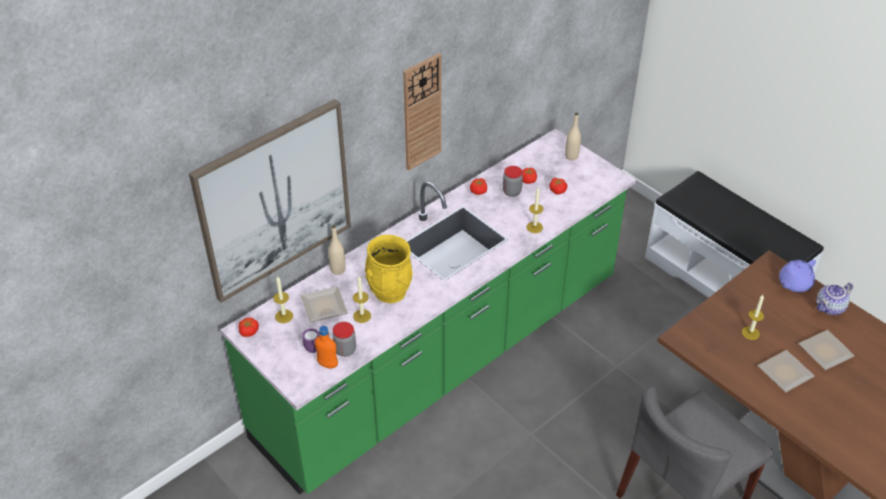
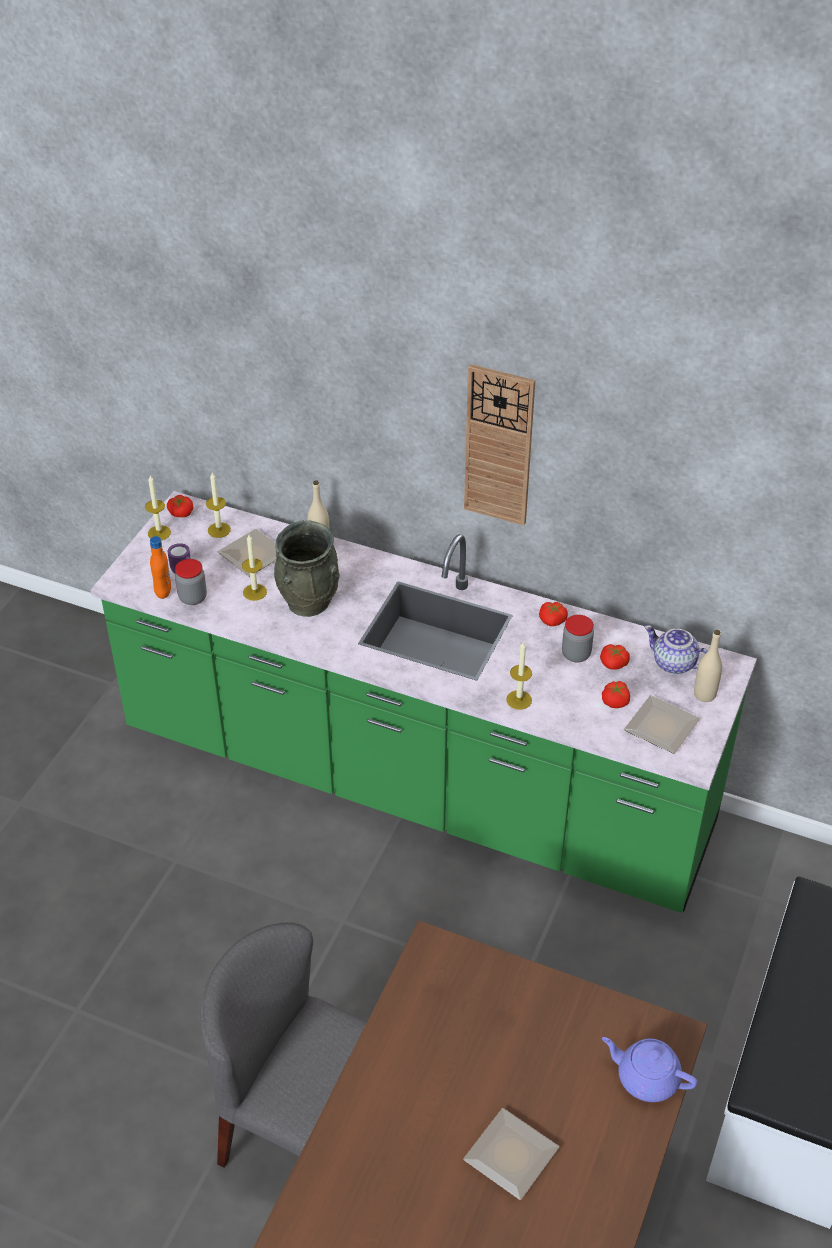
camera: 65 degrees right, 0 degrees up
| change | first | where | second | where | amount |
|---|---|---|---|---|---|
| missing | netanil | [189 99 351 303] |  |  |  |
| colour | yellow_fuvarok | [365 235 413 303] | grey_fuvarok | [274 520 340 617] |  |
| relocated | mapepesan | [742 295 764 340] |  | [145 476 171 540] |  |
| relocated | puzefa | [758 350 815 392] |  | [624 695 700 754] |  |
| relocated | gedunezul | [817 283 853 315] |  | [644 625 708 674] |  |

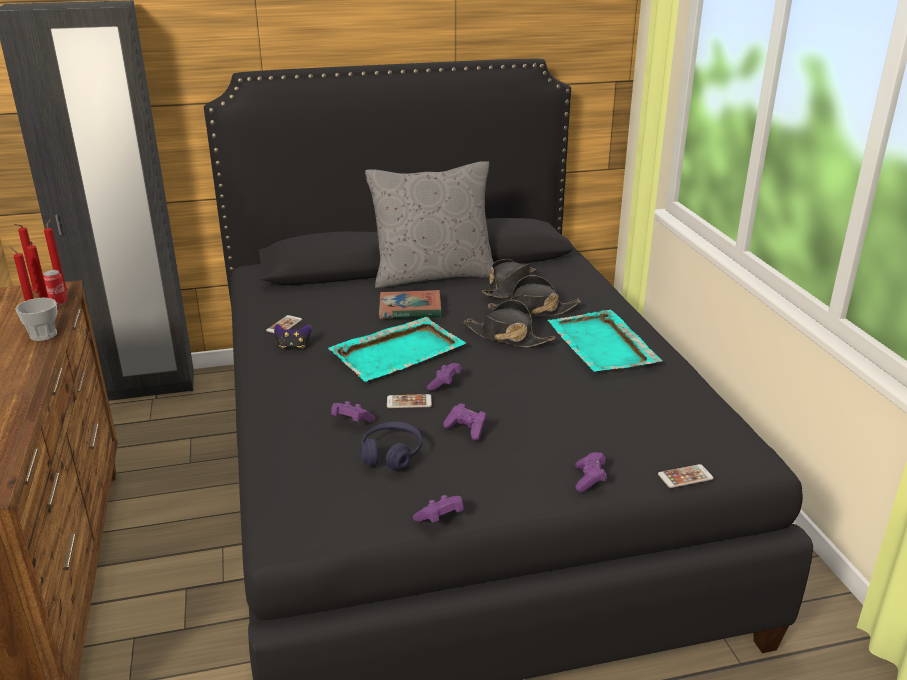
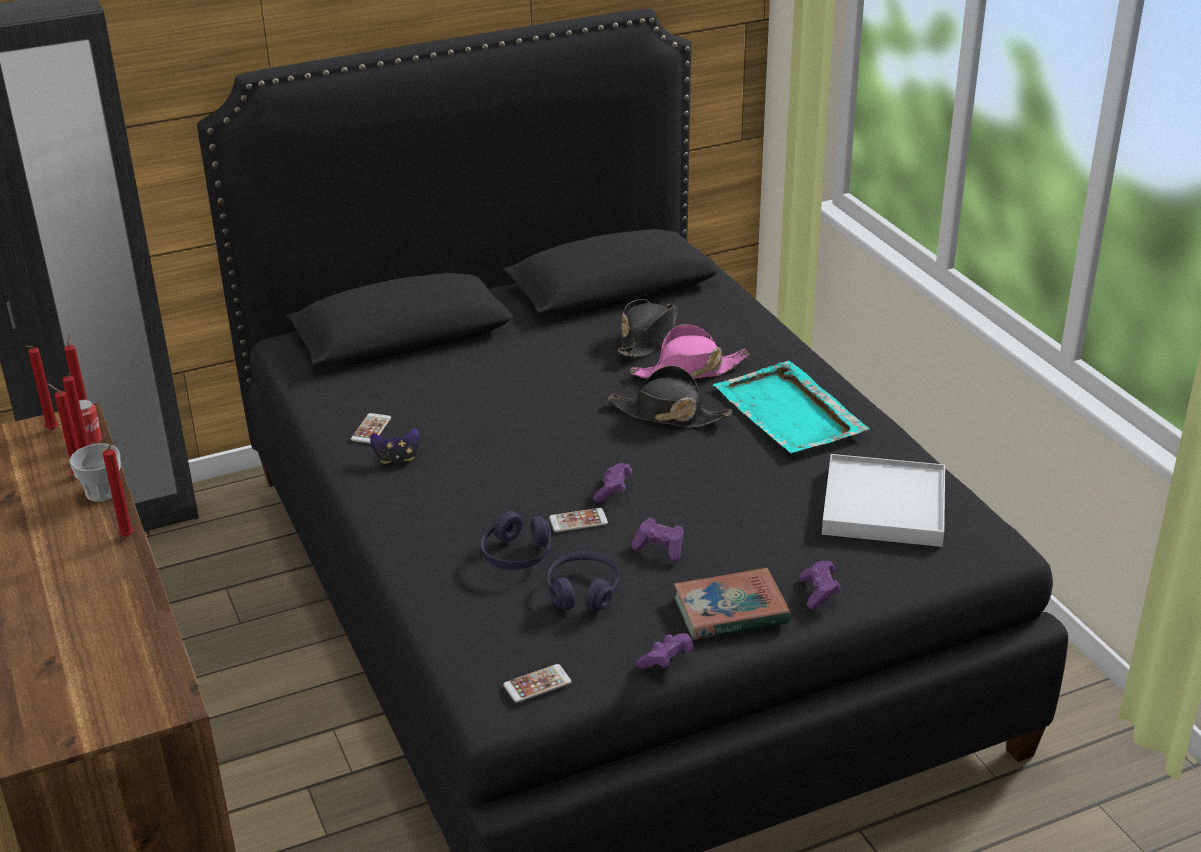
camera: 10 degrees left, 5 degrees up
| change | first | where | second | where | amount |
|---|---|---|---|---|---|
| missing | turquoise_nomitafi | [328 317 466 382] |  |  |  |
| exchanged | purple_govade | [331 401 375 422] | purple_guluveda | [481 511 551 570] |  |
| missing | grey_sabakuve | [365 161 494 288] |  |  |  |
| relocated | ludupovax | [379 290 441 319] |  | [674 568 790 640] |  |
| colour | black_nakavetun | [488 275 581 316] | pink_nakavetun | [630 324 750 379] |  |
| relocated | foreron | [658 464 714 488] |  | [503 664 572 703] |  |
| appeared |  |  | red_mapepesan | [103 439 133 537] |  |
| appeared |  |  | white_nomitafi | [822 454 945 547] |  |

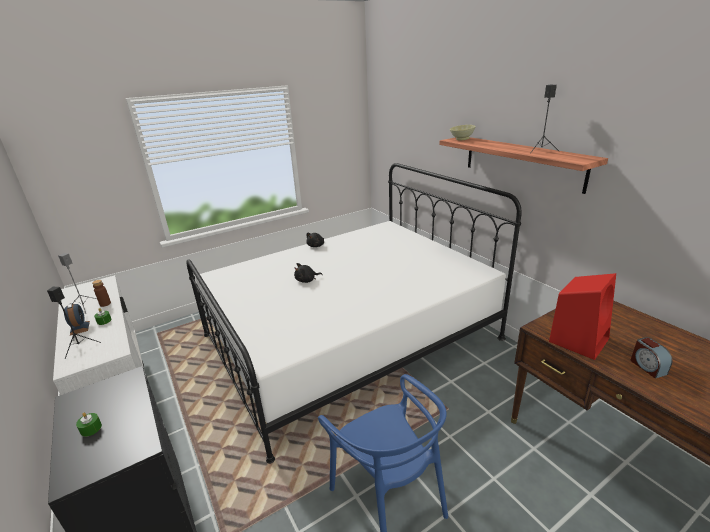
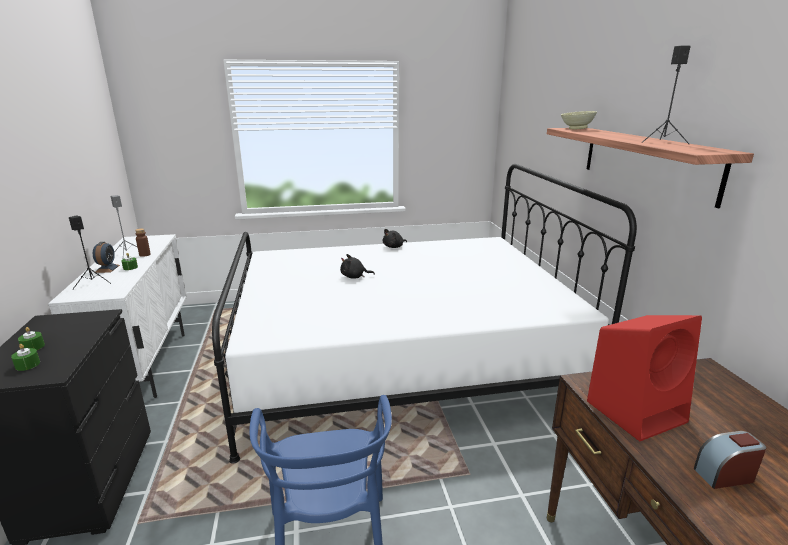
camera: 20 degrees right, 5 degrees down
| change | first | where | second | where | amount |
|---|---|---|---|---|---|
| spun | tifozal | [631 337 672 378] |  | [694 431 766 489] | 75 degrees clockwise |
| appeared |  |  | green_mapepesan | [11 344 40 371] |  |

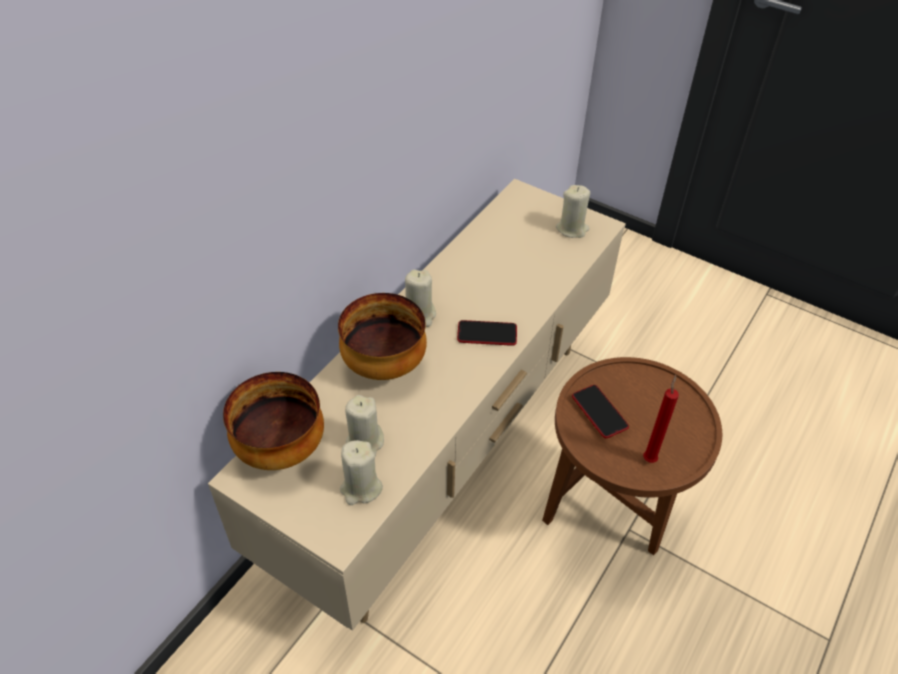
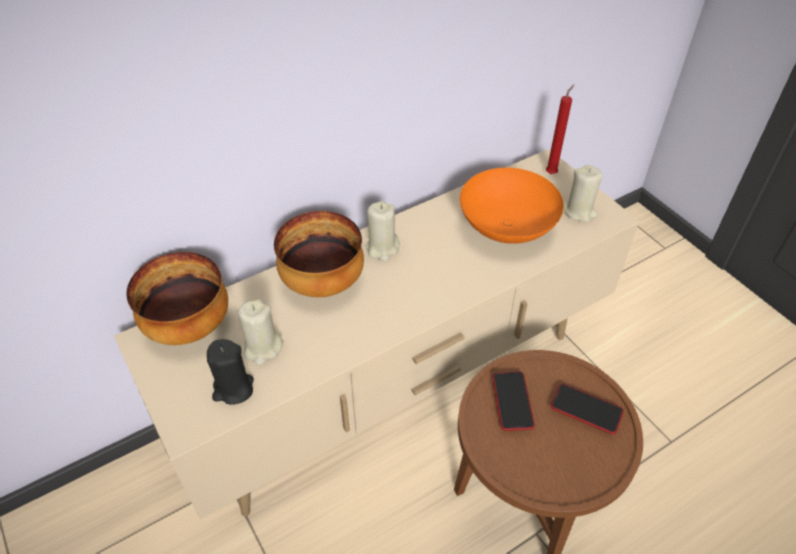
camera: 25 degrees right, 0 degrees up
| change | first | where | second | where | amount |
|---|---|---|---|---|---|
| colour | beige_mapepesan | [340 440 383 505] | black_mapepesan | [207 339 254 405] |  |
| relocated | foreron | [457 320 517 346] |  | [550 384 624 434] |  |
| relocated | red_mapepesan | [643 375 679 463] |  | [546 84 574 174] |  |
| appeared |  |  | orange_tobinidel | [460 168 564 244] |  |

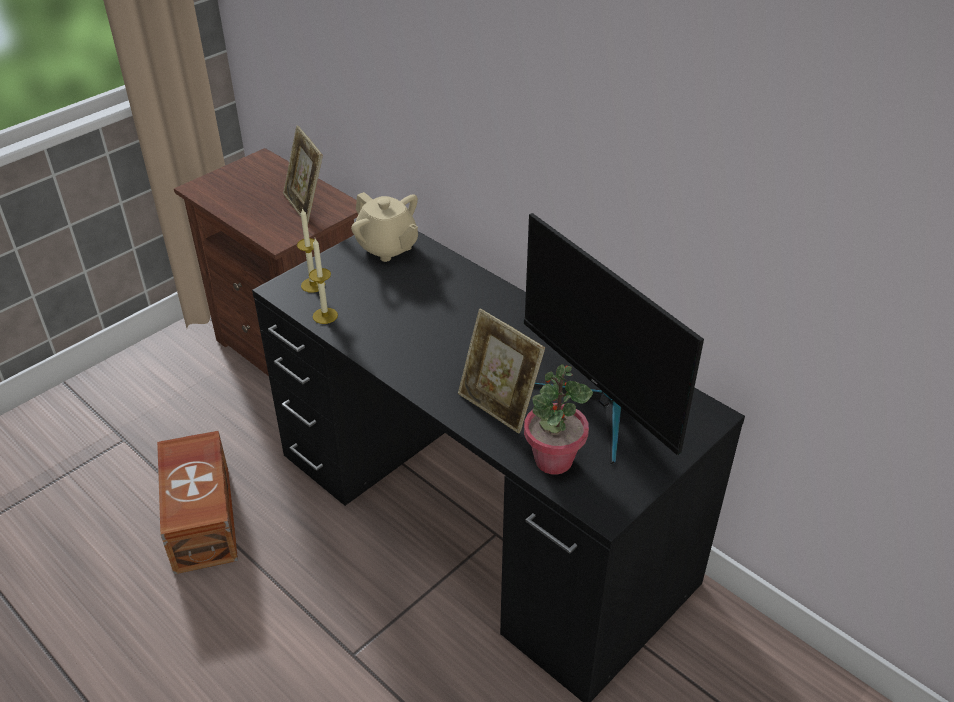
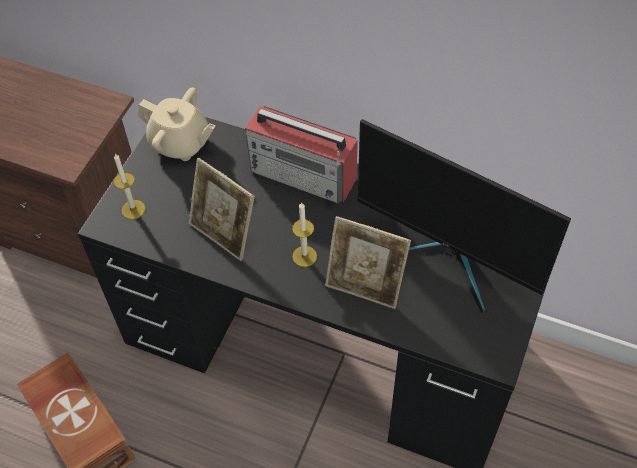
camera: 20 degrees left, 15 degrees up
| change | first | where | second | where | amount |
|---|---|---|---|---|---|
| relocated | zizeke | [283 126 323 224] |  | [189 158 254 261] |  |
| relocated | mapepesan | [309 238 338 324] |  | [292 202 317 267] |  |
| missing | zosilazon | [524 364 593 475] |  |  |  |
| appeared |  |  | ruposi | [245 106 358 203] |  |

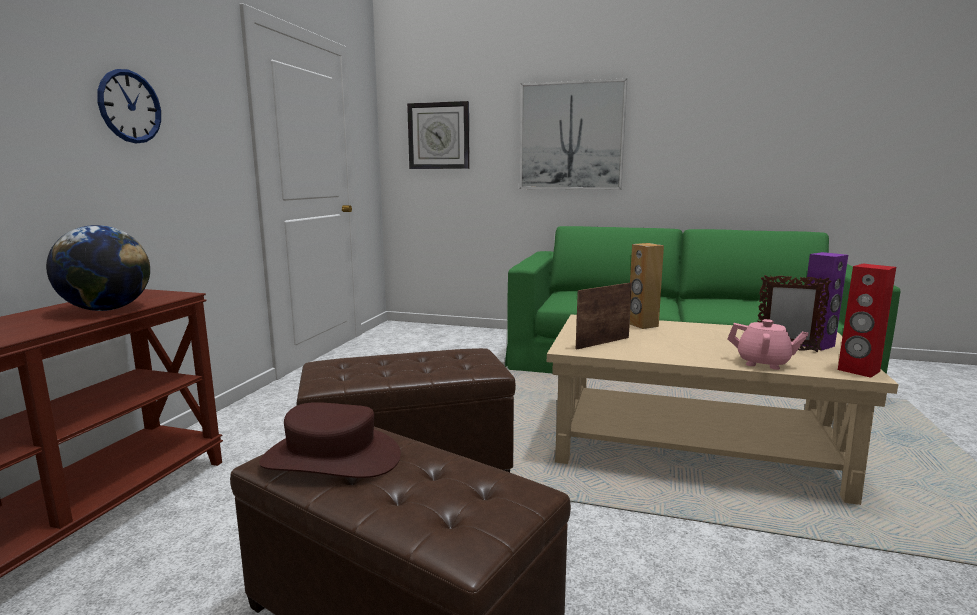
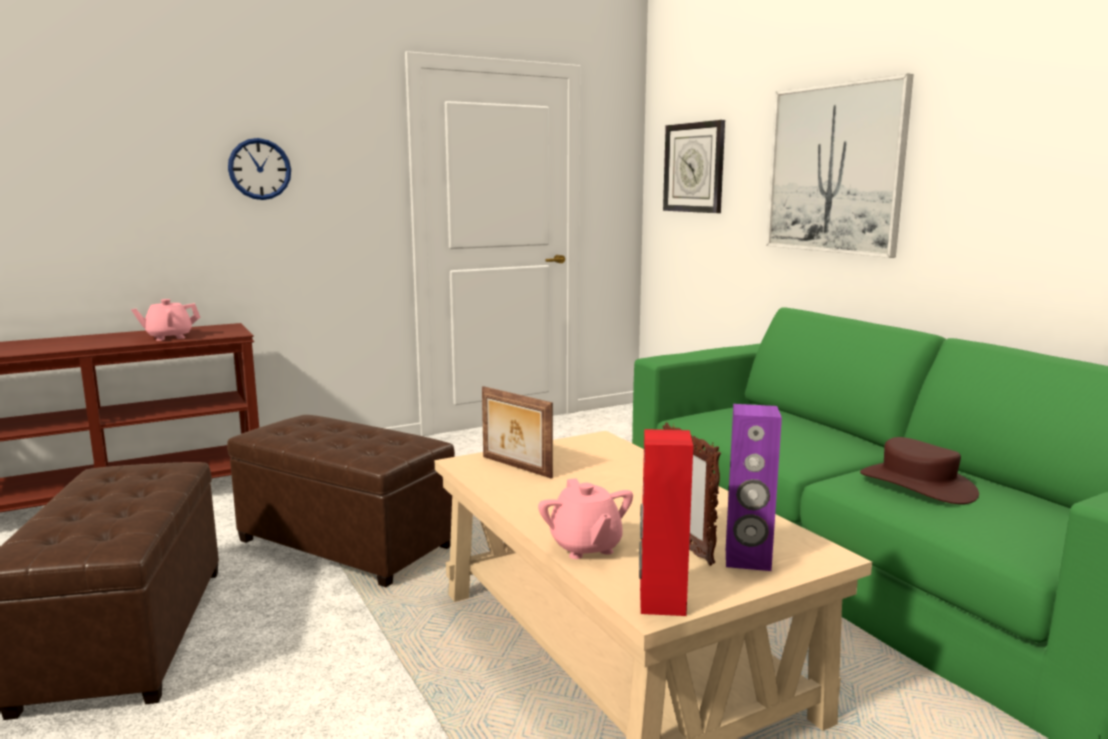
camera: 45 degrees right, 0 degrees up
| change | first | where | second | where | amount |
|---|---|---|---|---|---|
| exchanged | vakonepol | [46 225 150 311] | pink_gedunezul | [131 299 200 341] |  |
| relocated | brown_nakavetun | [259 402 401 478] |  | [860 437 979 504] |  |
| spun | zizeke | [576 282 632 350] |  | [482 386 553 478] | 150 degrees counterclockwise |
| missing | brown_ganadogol | [630 243 664 329] |  |  |  |

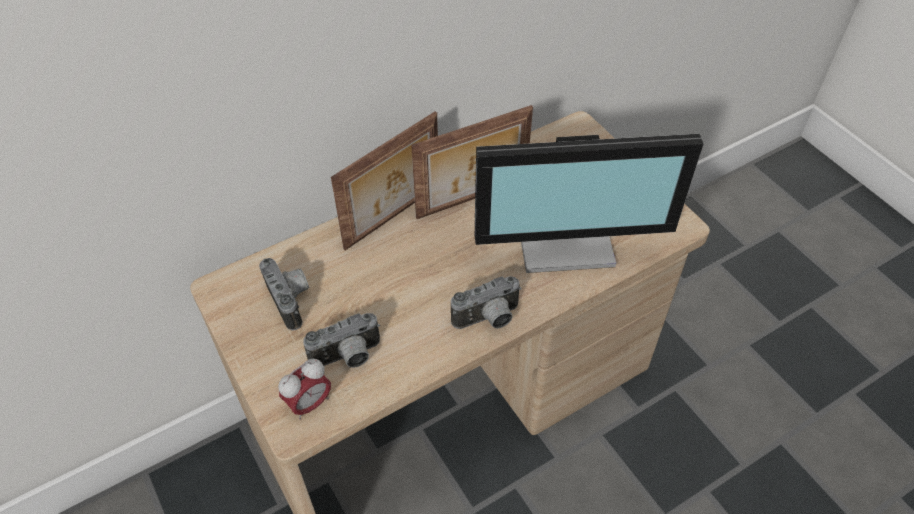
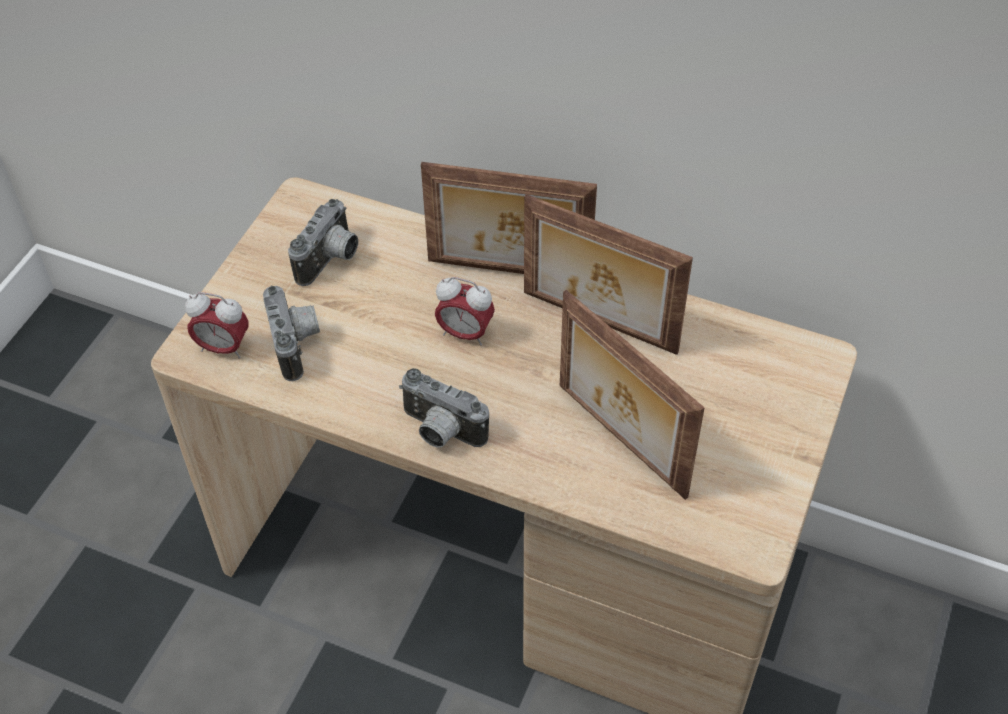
camera: 55 degrees right, 0 degrees up
| change | first | where | second | where | amount |
|---|---|---|---|---|---|
| spun | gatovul | [303 313 380 368] |  | [263 285 320 381] | 135 degrees counterclockwise |
| exchanged | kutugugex | [475 134 703 273] | zizeke | [560 290 705 500] |  |
| appeared |  |  | tifozal | [435 277 495 346] |  |

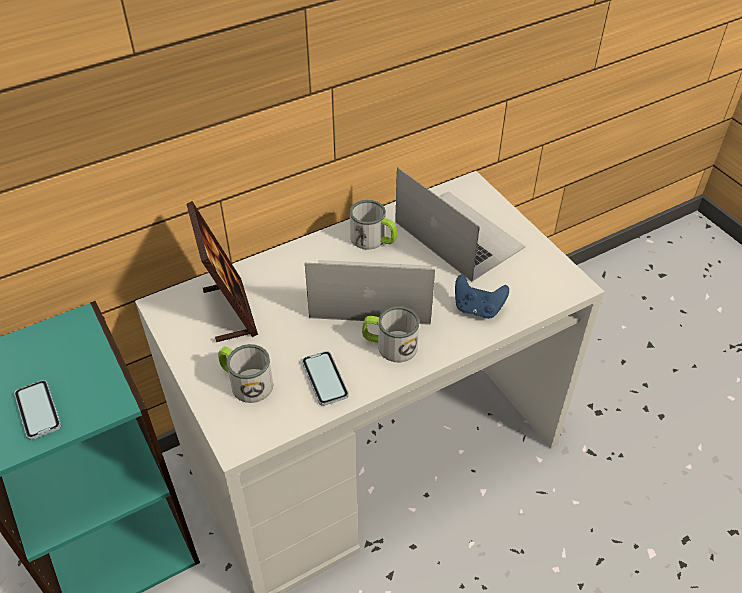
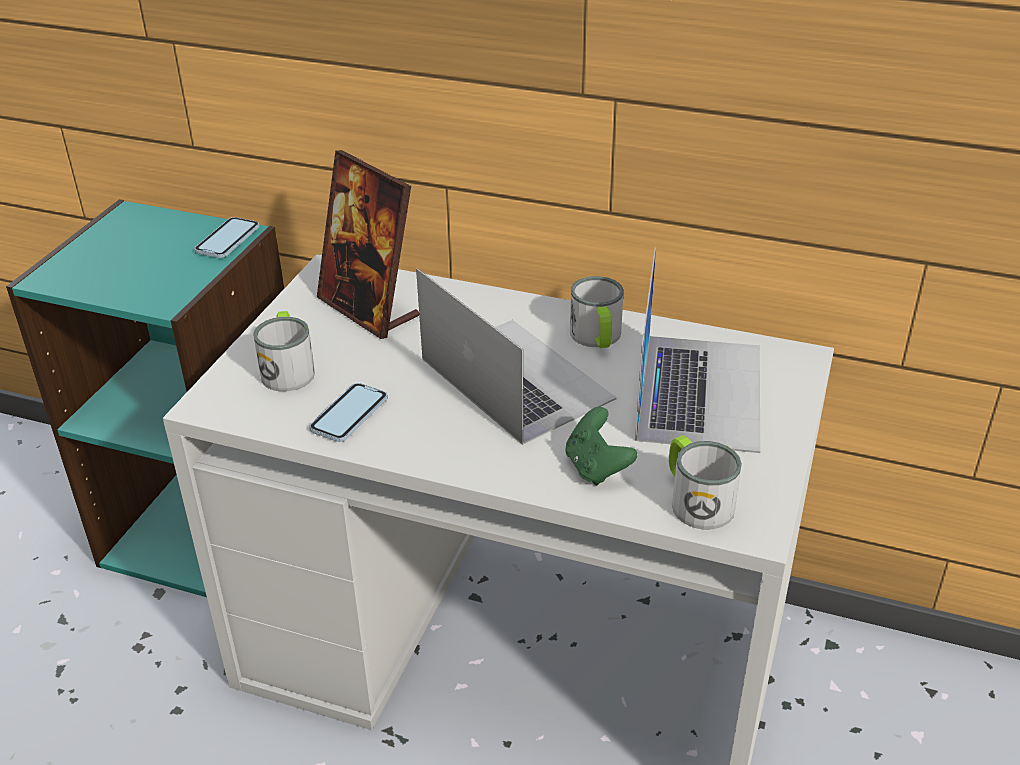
camera: 50 degrees right, 10 degrees down
| change | first | where | second | where | amount |
|---|---|---|---|---|---|
| relocated | foreron | [14 380 61 440] |  | [194 217 259 258] |  |
| spun | zizeke | [187 201 258 342] |  | [317 150 419 339] | 105 degrees clockwise |
| relocated | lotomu | [362 306 419 362] |  | [669 435 742 530] |  |
| colour | blue_govade | [455 274 509 319] | green_govade | [565 407 637 486] |  |

